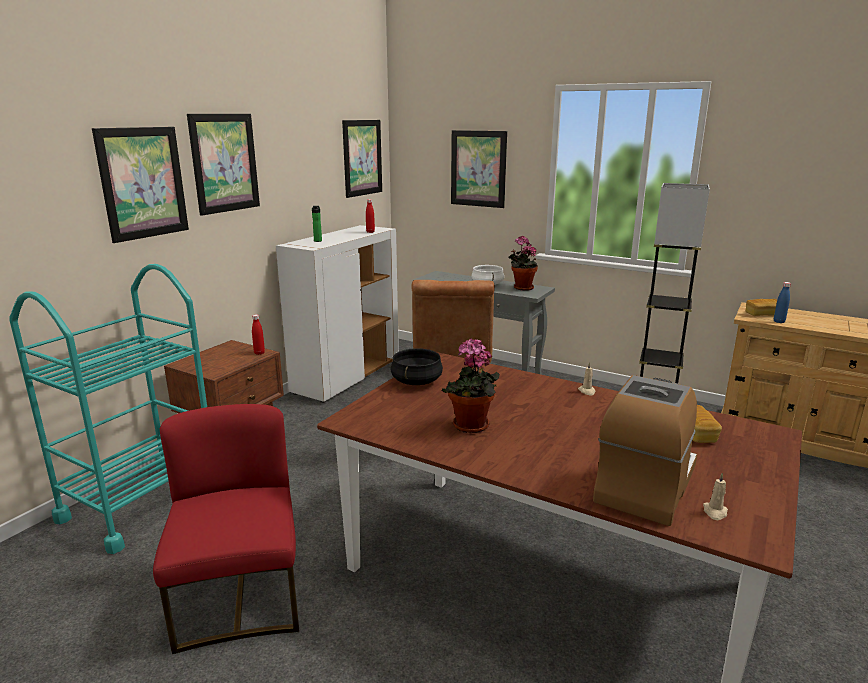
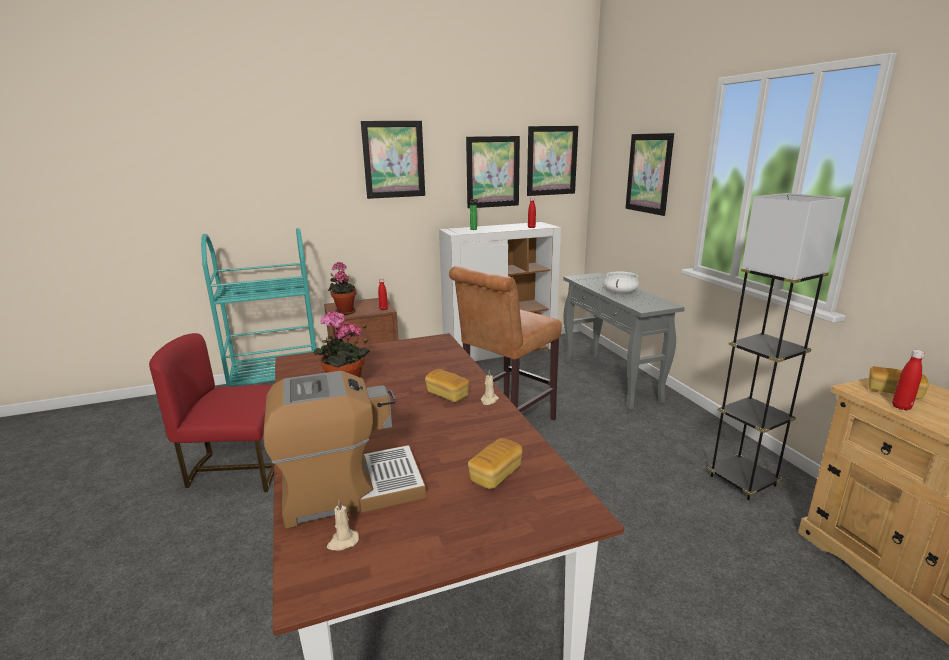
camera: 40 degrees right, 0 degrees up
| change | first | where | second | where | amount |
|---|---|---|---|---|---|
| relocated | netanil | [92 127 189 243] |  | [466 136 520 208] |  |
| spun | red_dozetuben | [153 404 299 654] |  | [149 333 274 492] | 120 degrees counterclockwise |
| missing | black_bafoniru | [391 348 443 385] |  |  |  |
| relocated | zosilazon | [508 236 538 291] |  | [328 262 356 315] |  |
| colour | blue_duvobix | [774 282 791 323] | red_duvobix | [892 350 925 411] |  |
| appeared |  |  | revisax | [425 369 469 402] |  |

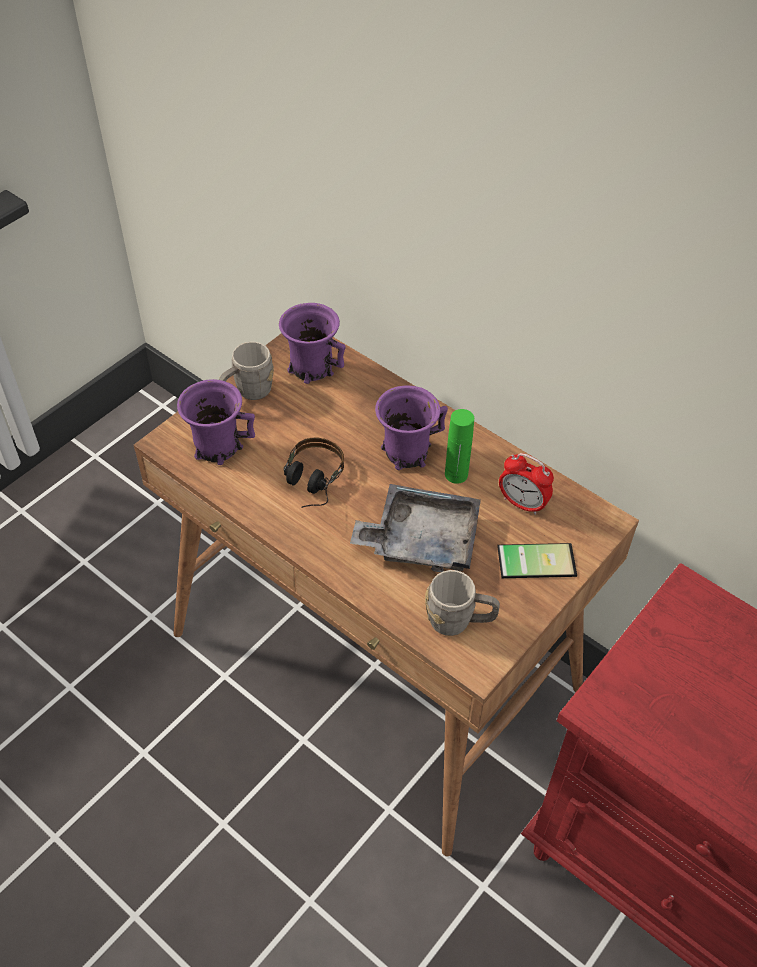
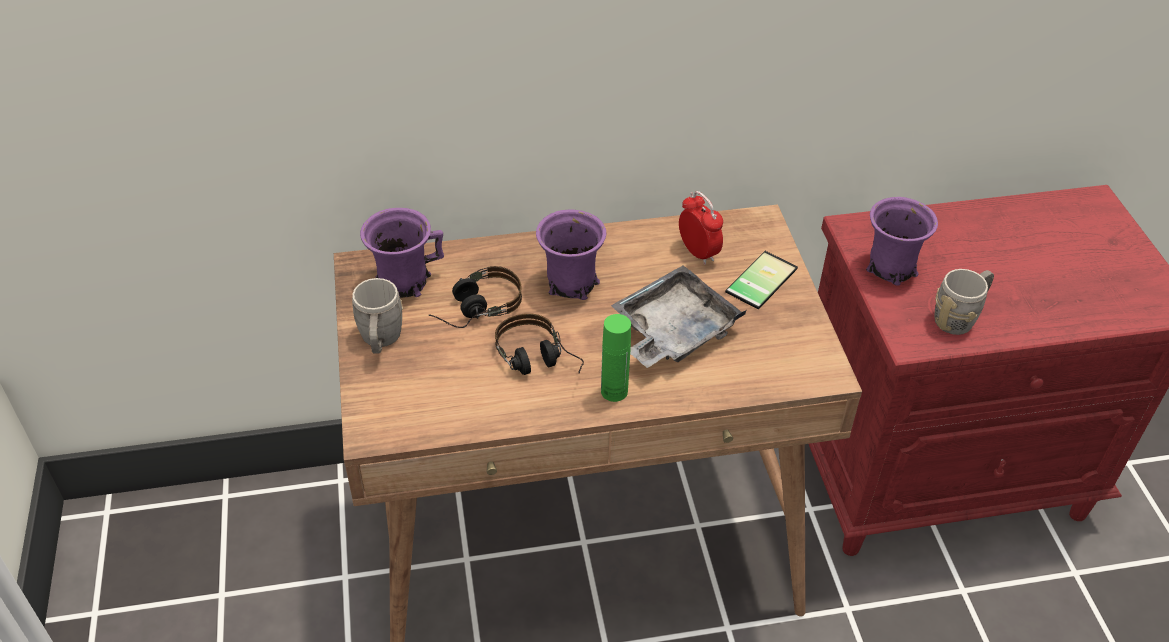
camera: 50 degrees left, 5 degrees down
| change | first | where | second | where | amount |
|---|---|---|---|---|---|
| relocated | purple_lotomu | [177 379 255 465] |  | [866 197 938 286] |  |
| relocated | grey_lotomu | [425 570 500 636] |  | [935 269 994 335] |  |
| relocated | green_duvobix | [445 409 474 484] |  | [601 314 631 402] |  |
| spun | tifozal | [499 453 554 515] |  | [679 191 723 265] | 105 degrees counterclockwise |
| appeared |  |  | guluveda | [429 266 522 328] |  |

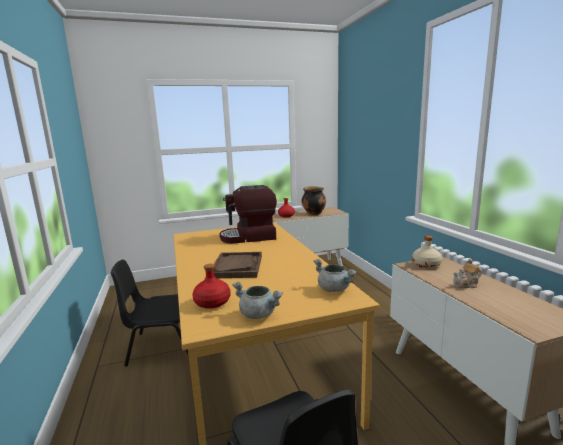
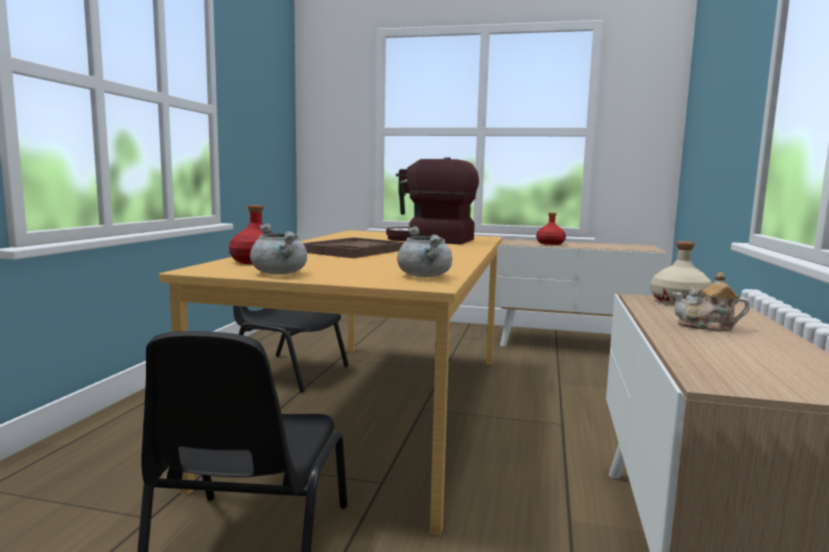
camera: 30 degrees right, 5 degrees down
| change | first | where | second | where | amount |
|---|---|---|---|---|---|
| missing | bafoniru | [302 186 326 215] |  |  |  |

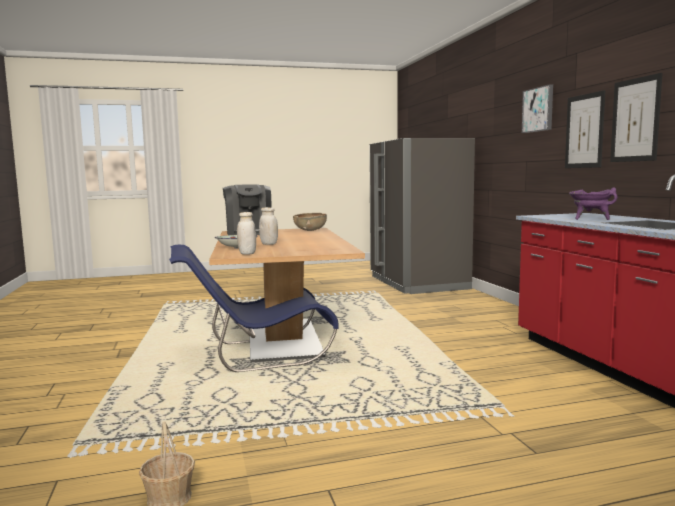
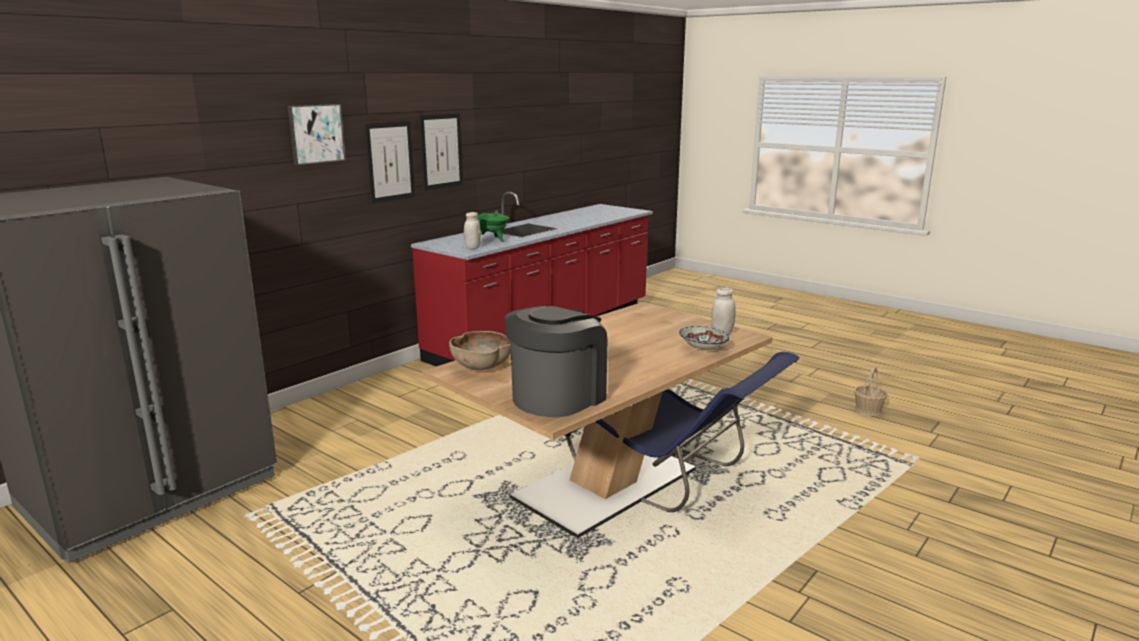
camera: 125 degrees left, 10 degrees up
| change | first | where | second | where | amount |
|---|---|---|---|---|---|
| relocated | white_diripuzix | [259 207 278 245] |  | [464 212 481 249] |  |
| colour | purple_bafoniru | [569 187 618 220] | green_bafoniru | [477 210 509 242] |  |

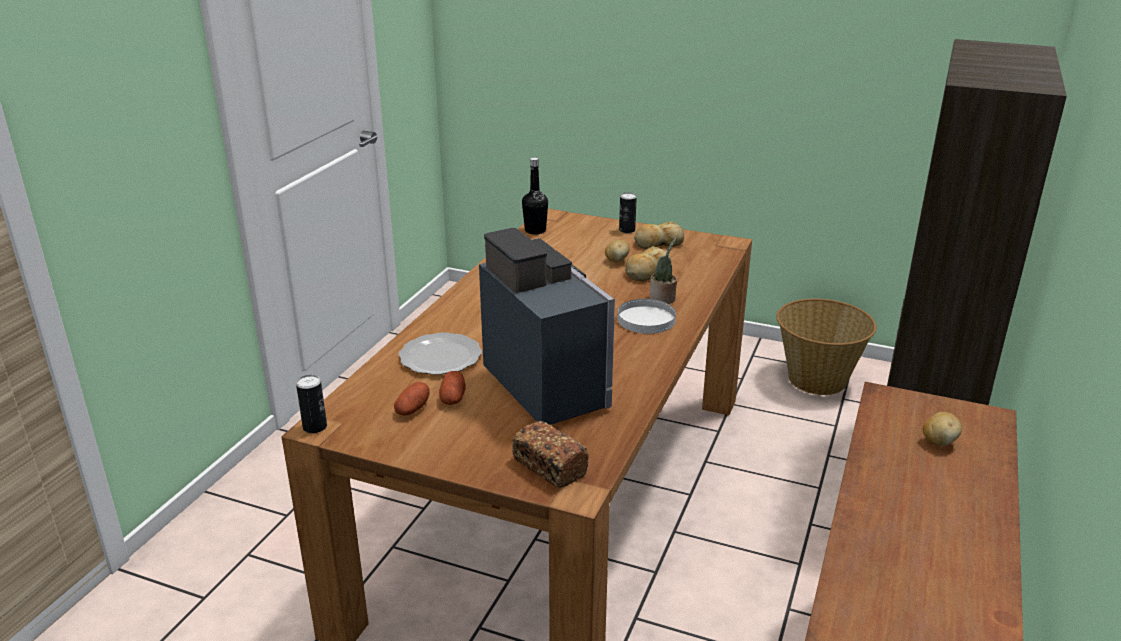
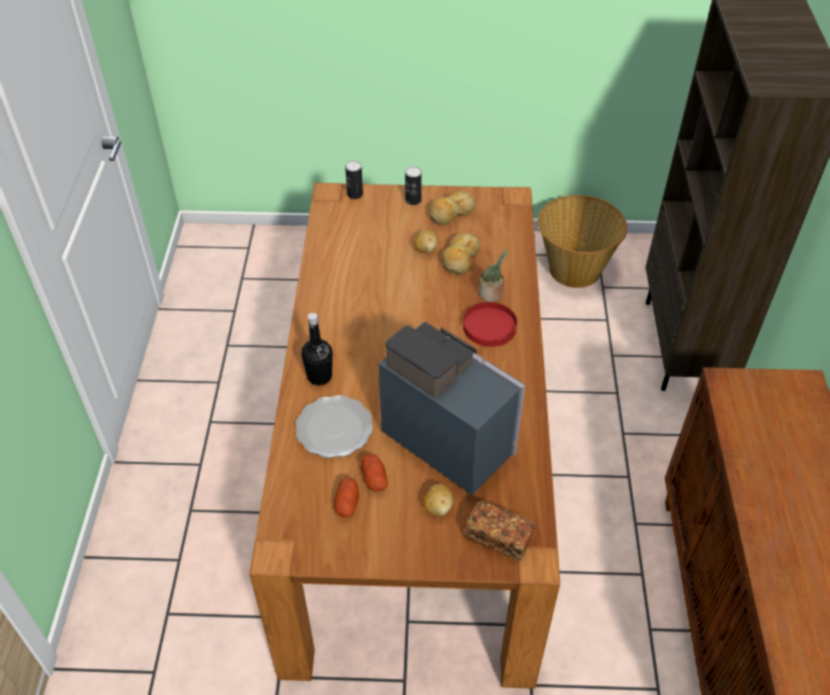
camera: 20 degrees left, 20 degrees up
| change | first | where | second | where | amount |
|---|---|---|---|---|---|
| relocated | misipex | [296 375 327 433] |  | [345 161 363 199] |  |
| relocated | black_duvobix | [522 158 548 234] |  | [301 313 333 386] |  |
| colour | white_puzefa | [618 299 676 334] | red_puzefa | [463 302 517 347] |  |
| relocated | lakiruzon | [923 412 962 446] |  | [423 484 453 516] |  |

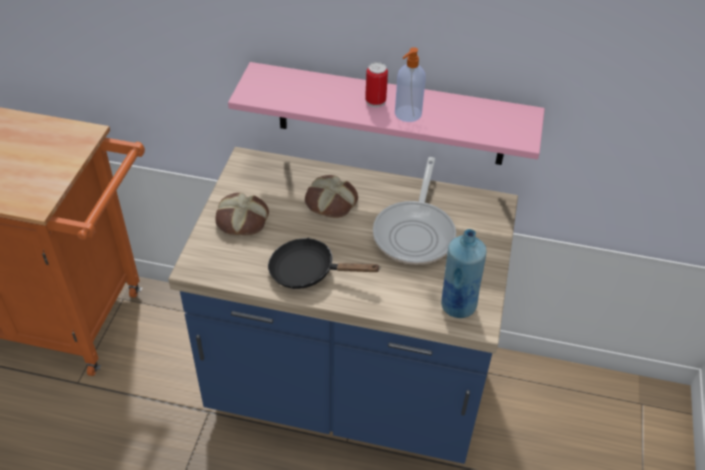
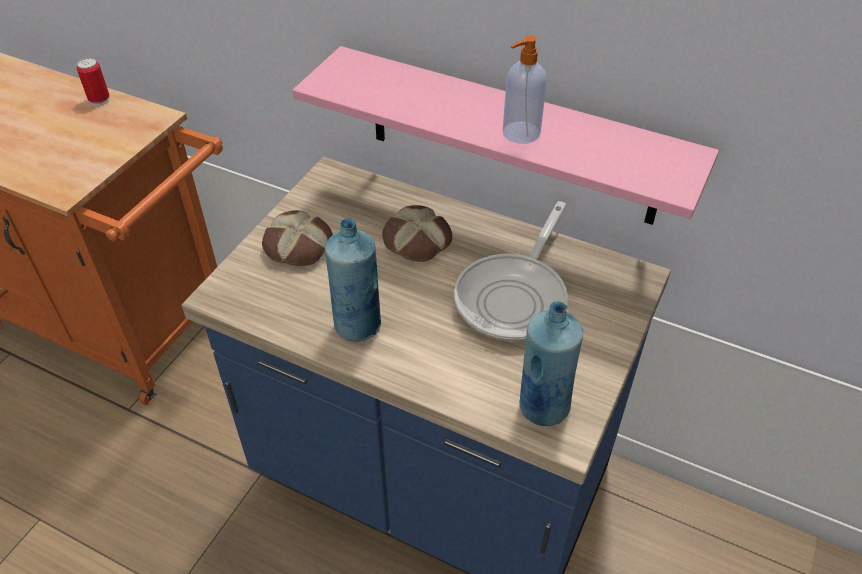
camera: 15 degrees right, 0 degrees up
| change | first | where | second | where | amount |
|---|---|---|---|---|---|
| exchanged | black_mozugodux | [268 237 381 289] | blue_duvobix | [325 218 381 342] |  |
| relocated | misipex | [365 62 388 108] |  | [77 58 110 105] |  |

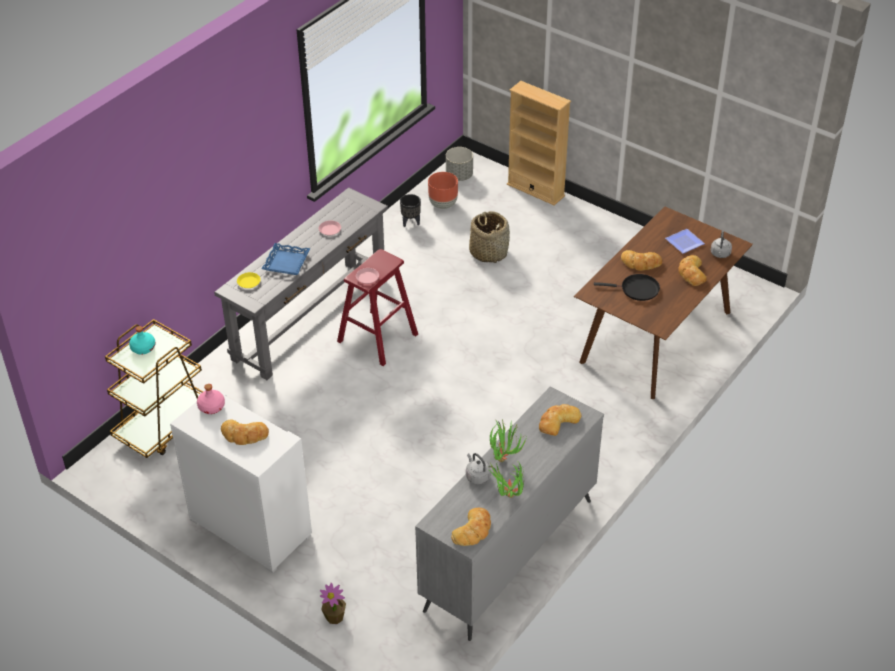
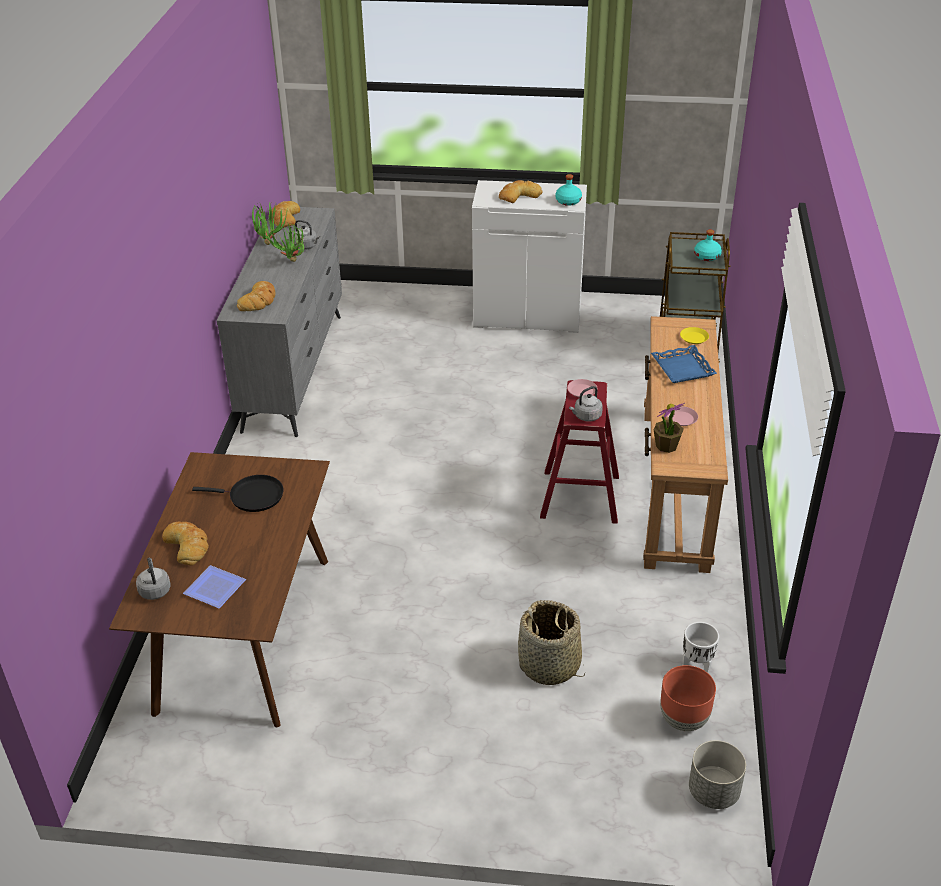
camera: 150 degrees right, 5 degrees down
| change | first | where | second | where | amount |
|---|---|---|---|---|---|
| colour | pink_duvobix | [197 384 225 414] | turquoise_duvobix | [556 174 582 206] |  |
| colour | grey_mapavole | [214 188 388 380] | brown_mapavole | [643 316 728 573] |  |
| relocated | zosilazon | [320 583 346 624] |  | [654 403 685 453] |  |
| colour | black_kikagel | [400 194 421 227] | white_kikagel | [682 622 719 674] |  |
| missing | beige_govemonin | [507 81 571 206] |  |  |  |
| spun | black_mozugodux | [594 274 660 301] |  | [192 475 284 512] | 150 degrees counterclockwise |
| missing | revisax | [621 250 662 271] |  |  |  |
| appeared |  |  | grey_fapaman | [569 386 603 422] |  |

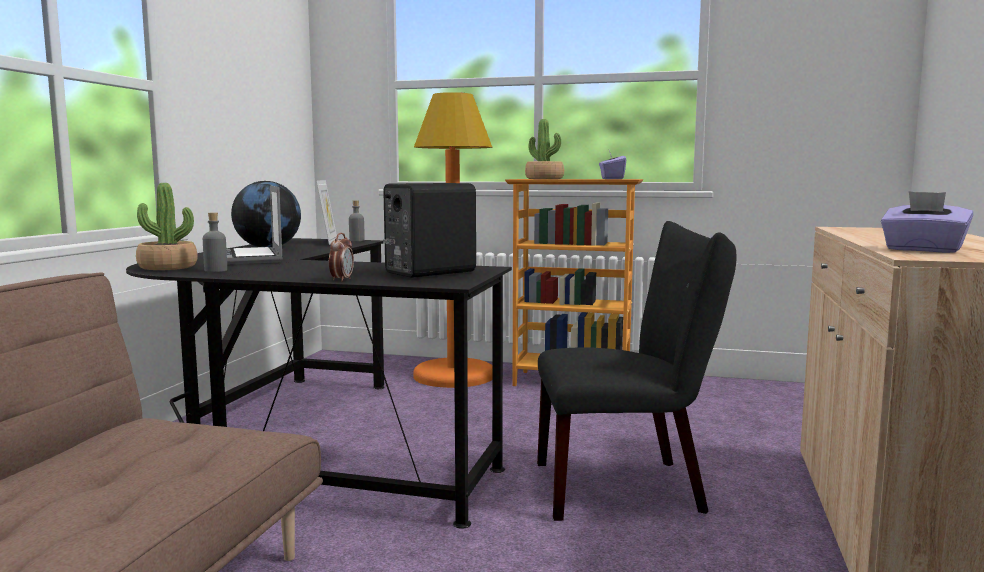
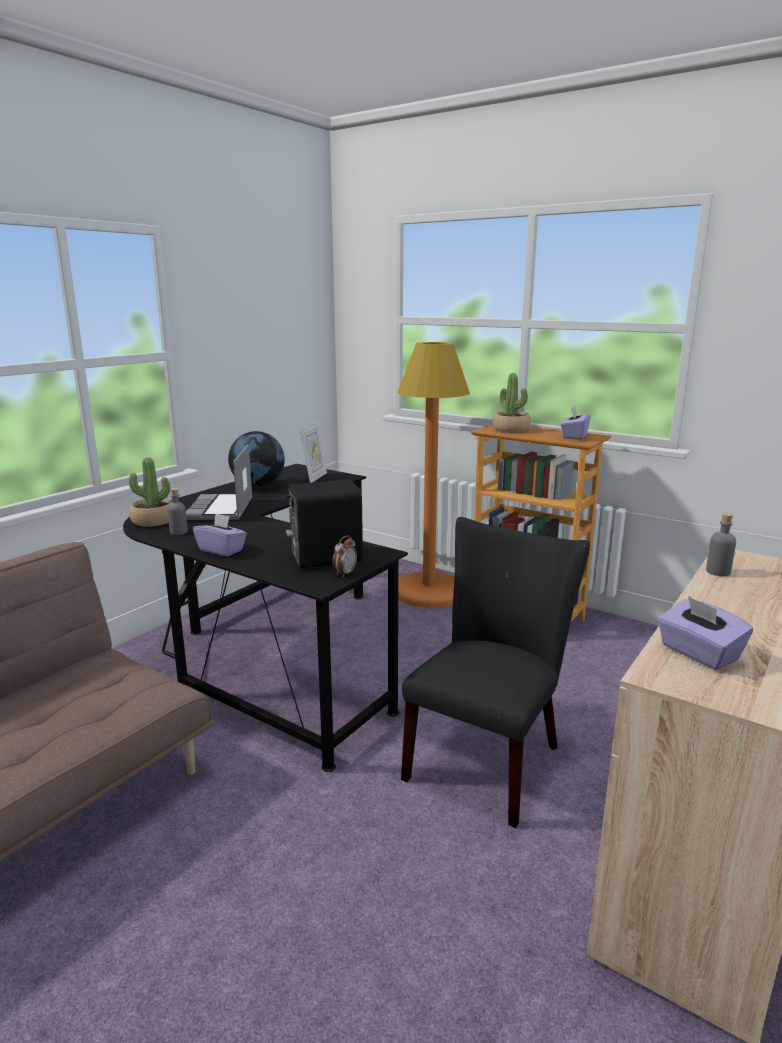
camera: 20 degrees right, 10 degrees up
| change | first | where | second | where | amount |
|---|---|---|---|---|---|
| relocated | tifozal | [329 233 354 282] |  | [332 536 357 577] |  |
| relocated | grey_duvobix | [349 200 365 241] |  | [706 513 736 576] |  |
| spun | black_dozetuben | [537 221 736 521] |  | [401 517 590 828] | 75 degrees counterclockwise |
| appeared |  |  | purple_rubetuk | [193 513 247 556] |  |

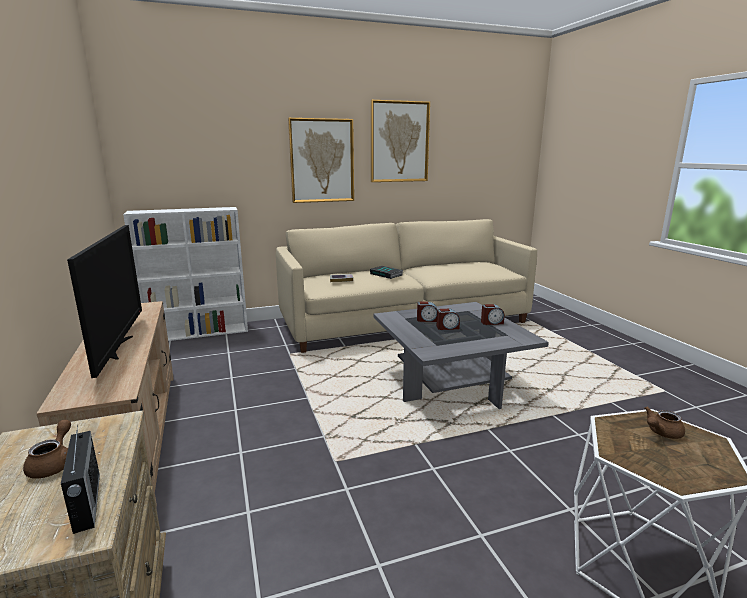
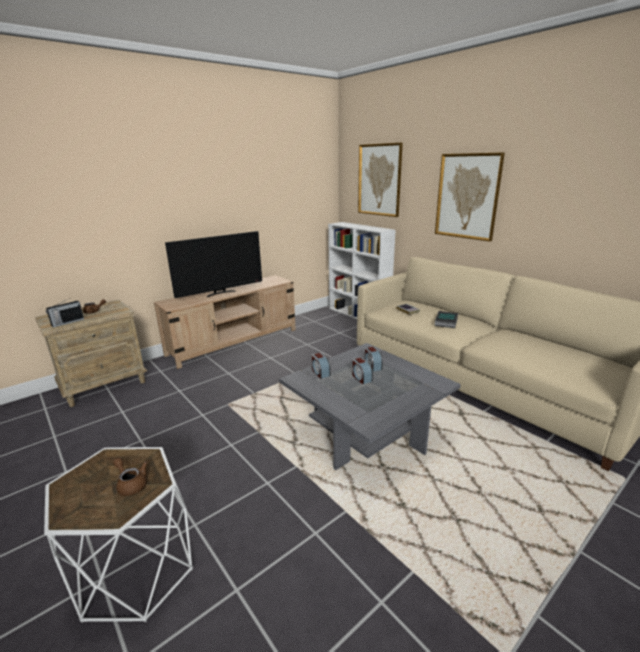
camera: 70 degrees right, 5 degrees up
| change | first | where | second | where | amount |
|---|---|---|---|---|---|
| relocated | netanil | [371 100 430 182] |  | [358 143 403 217] |  |
| relocated | tifozal | [481 304 505 325] |  | [312 353 330 379] |  |

